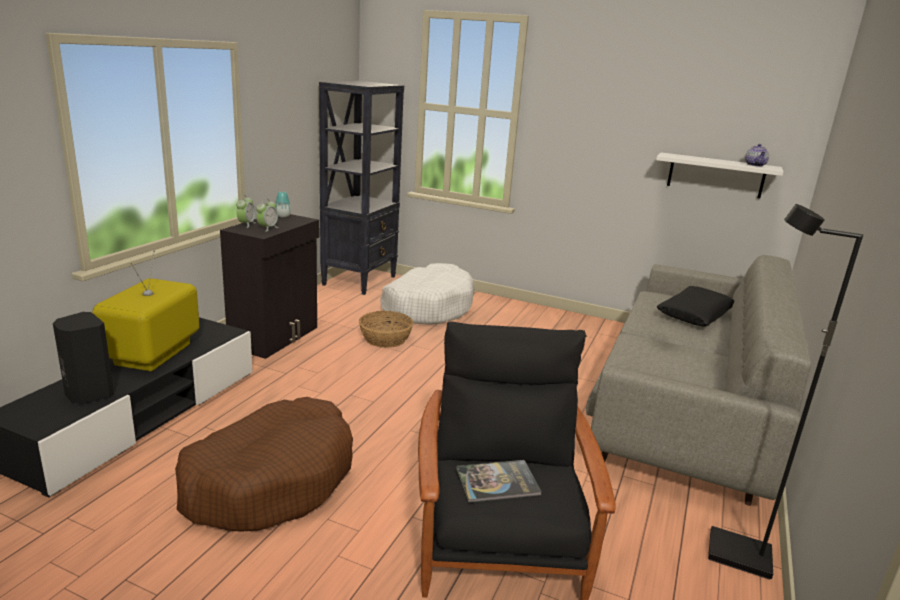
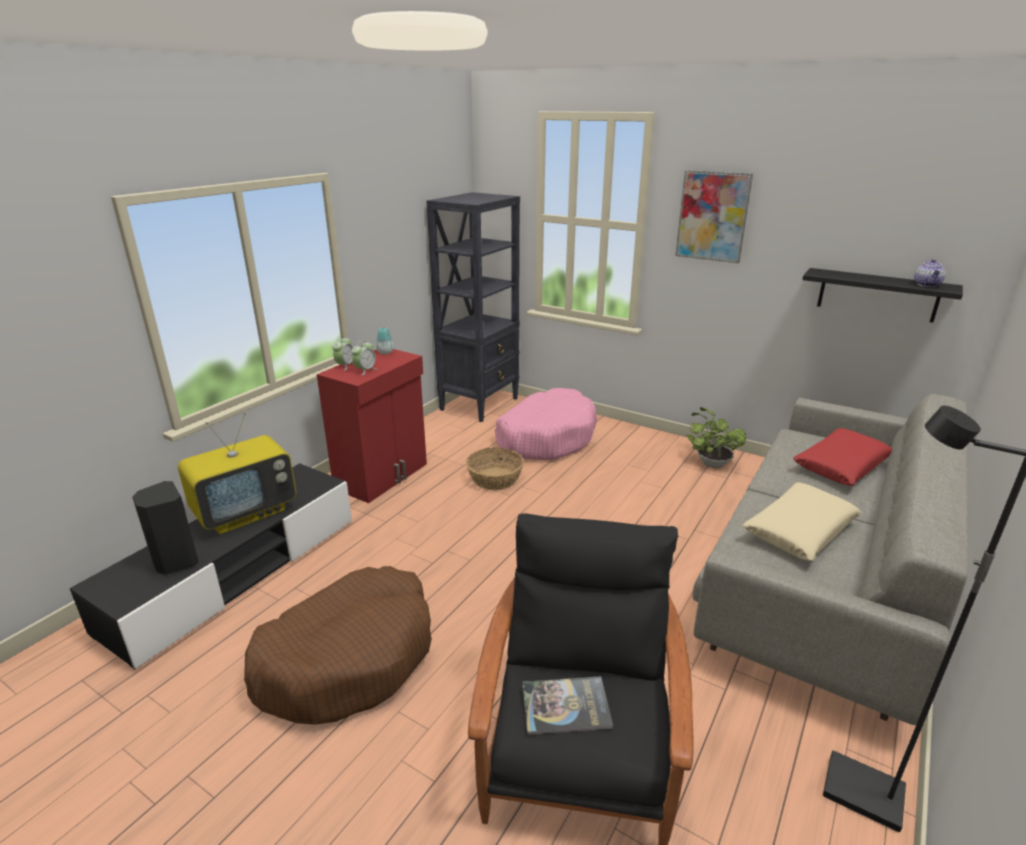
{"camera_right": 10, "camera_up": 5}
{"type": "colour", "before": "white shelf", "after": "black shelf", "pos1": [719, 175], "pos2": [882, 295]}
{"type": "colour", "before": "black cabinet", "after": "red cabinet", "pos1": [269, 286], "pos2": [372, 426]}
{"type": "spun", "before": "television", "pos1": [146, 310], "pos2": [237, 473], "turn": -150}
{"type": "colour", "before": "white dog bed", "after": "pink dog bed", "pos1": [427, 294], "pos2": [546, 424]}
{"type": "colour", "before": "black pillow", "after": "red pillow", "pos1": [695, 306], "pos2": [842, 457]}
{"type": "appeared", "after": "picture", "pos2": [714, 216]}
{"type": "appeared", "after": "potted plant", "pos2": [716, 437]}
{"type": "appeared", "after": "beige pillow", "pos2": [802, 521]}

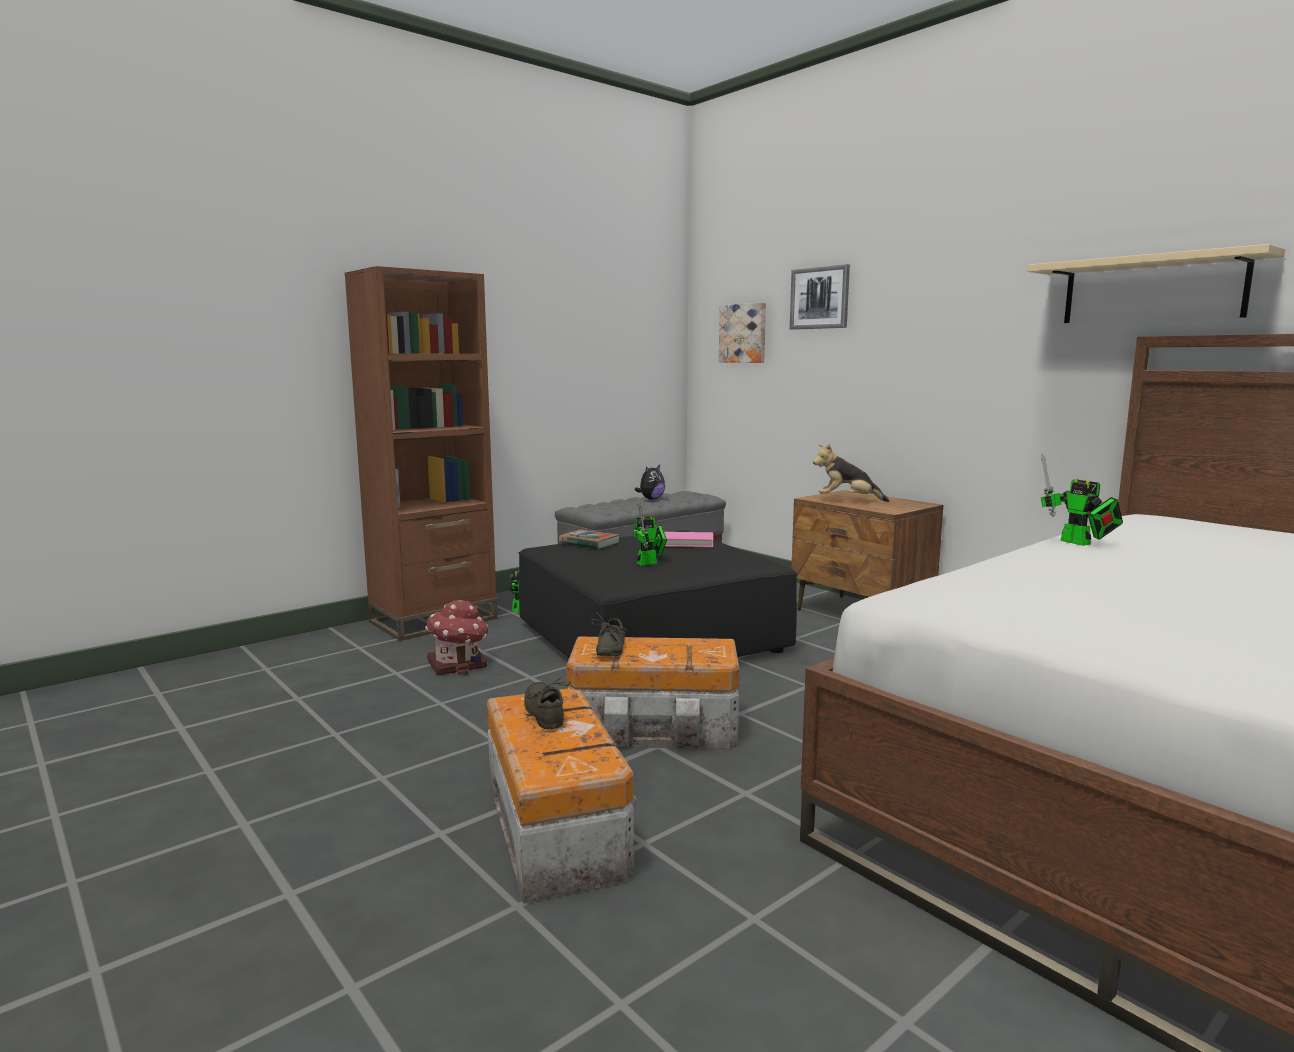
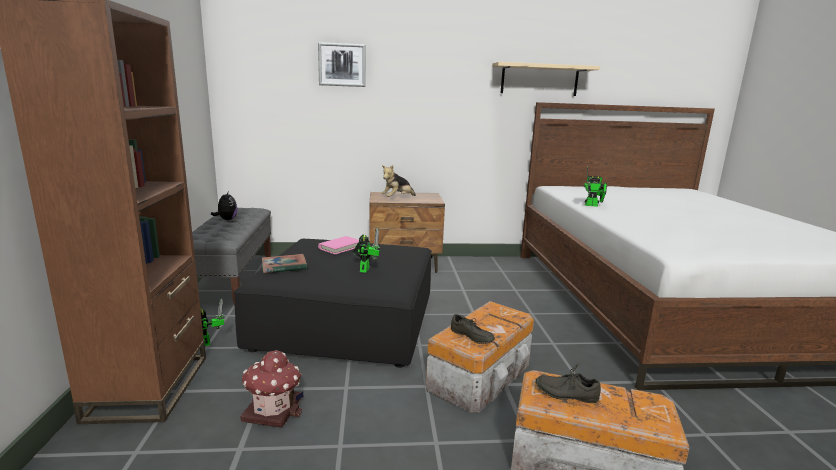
{"camera_right": -55, "camera_up": 5}
{"type": "missing", "before": "picture", "pos1": [742, 332]}

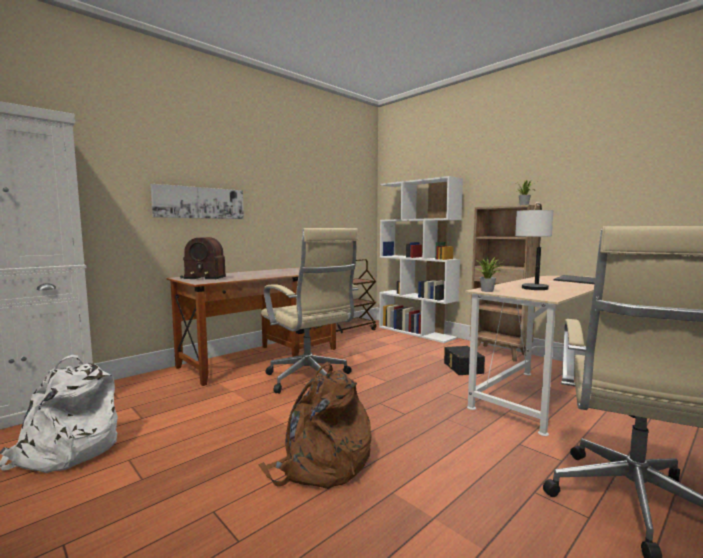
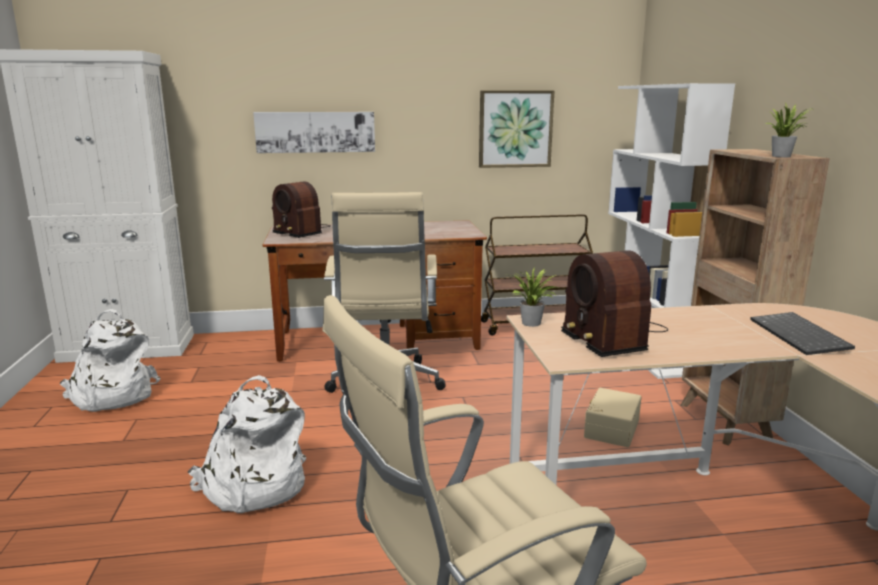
{"camera_right": 35, "camera_up": 10}
{"type": "exchanged", "before": "table lamp", "after": "radio", "pos1": [534, 246], "pos2": [614, 303]}
{"type": "colour", "before": "black storage box", "after": "beige storage box", "pos1": [464, 360], "pos2": [612, 417]}
{"type": "colour", "before": "brown backpack", "after": "white backpack", "pos1": [315, 425], "pos2": [247, 444]}
{"type": "appeared", "after": "picture", "pos2": [516, 129]}

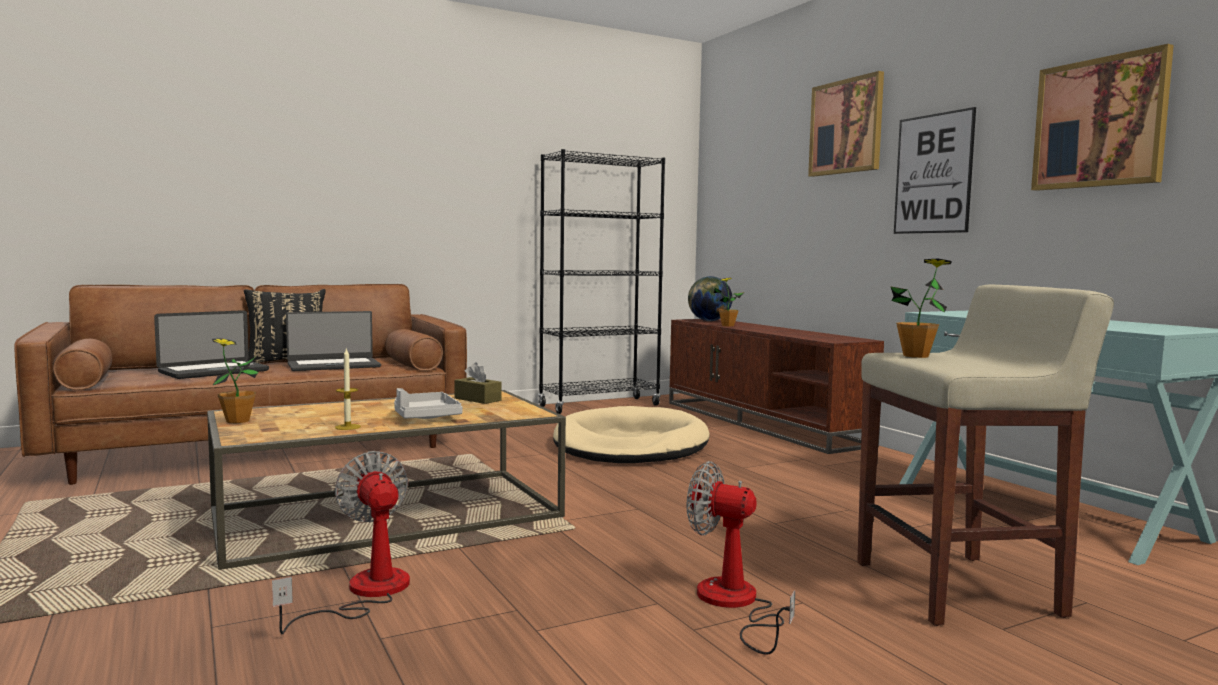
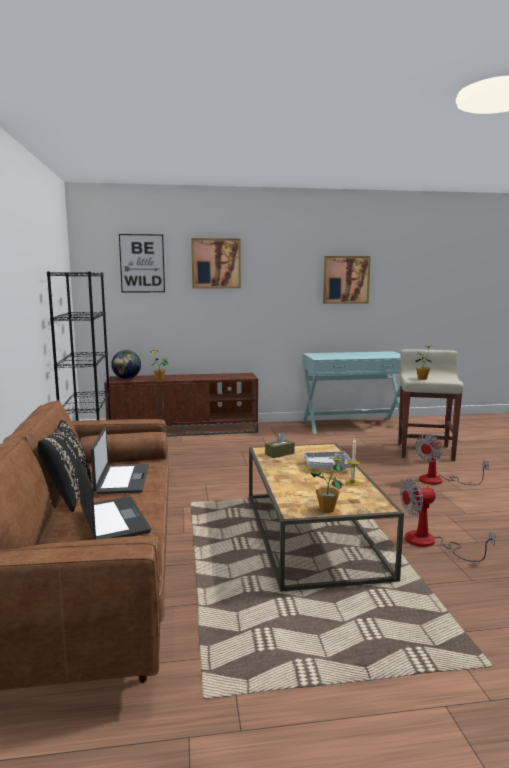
{"camera_right": -70, "camera_up": 5}
{"type": "relocated", "before": "picture", "pos1": [935, 170], "pos2": [142, 263]}
{"type": "missing", "before": "beige dog bed", "pos1": [631, 434]}

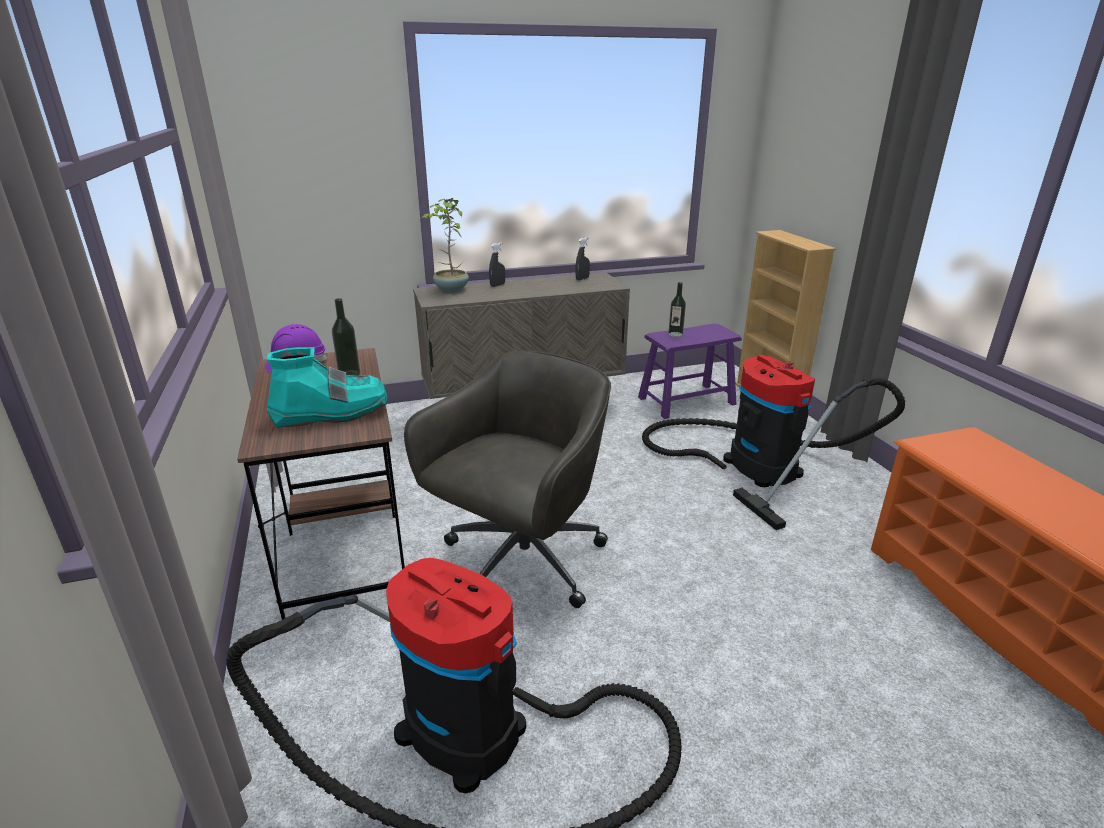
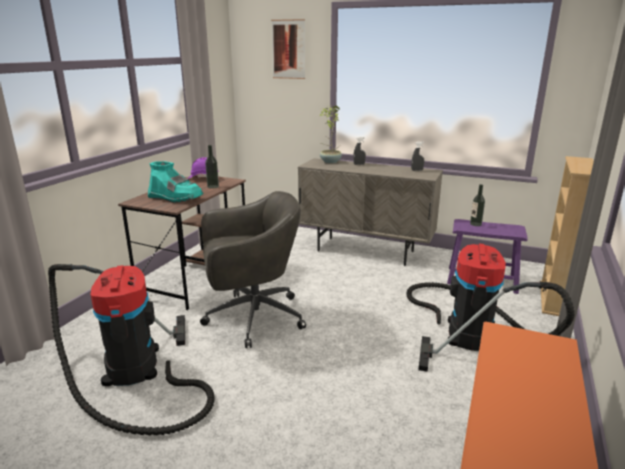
{"camera_right": 40, "camera_up": -5}
{"type": "appeared", "after": "picture", "pos2": [288, 49]}

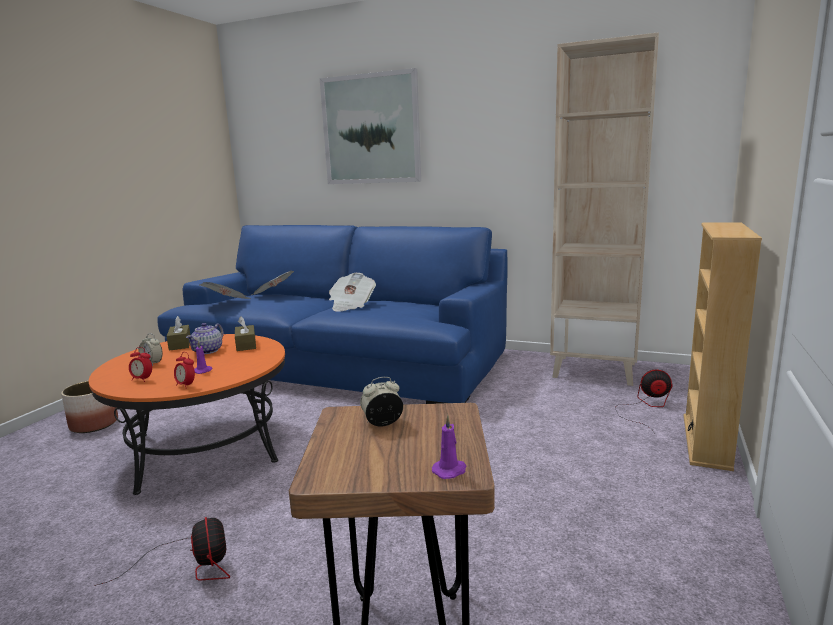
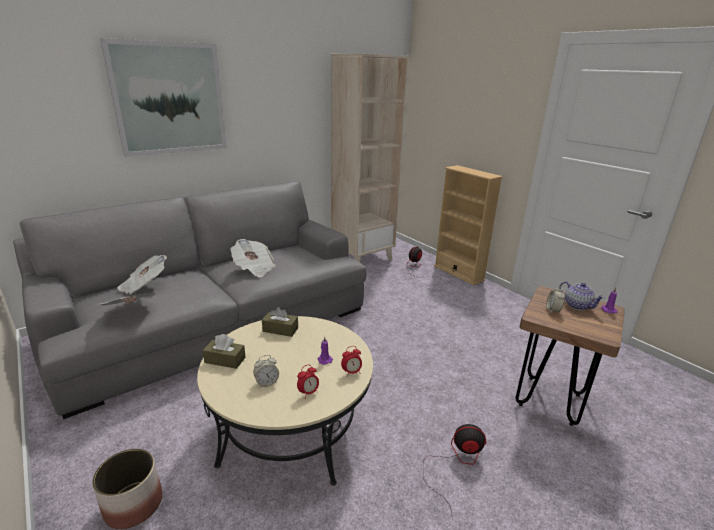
{"camera_right": -60, "camera_up": 10}
{"type": "colour", "before": "blue sofa", "after": "grey sofa", "pos1": [332, 314], "pos2": [190, 300]}
{"type": "relocated", "before": "teapot", "pos1": [205, 338], "pos2": [582, 295]}
{"type": "colour", "before": "orange coffee table", "after": "beige coffee table", "pos1": [186, 414], "pos2": [285, 400]}

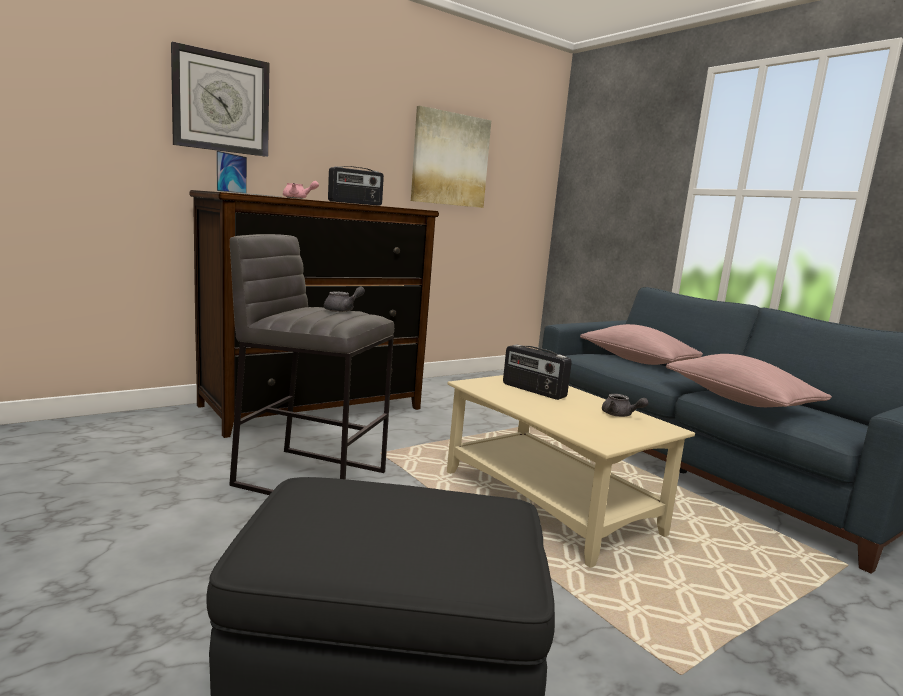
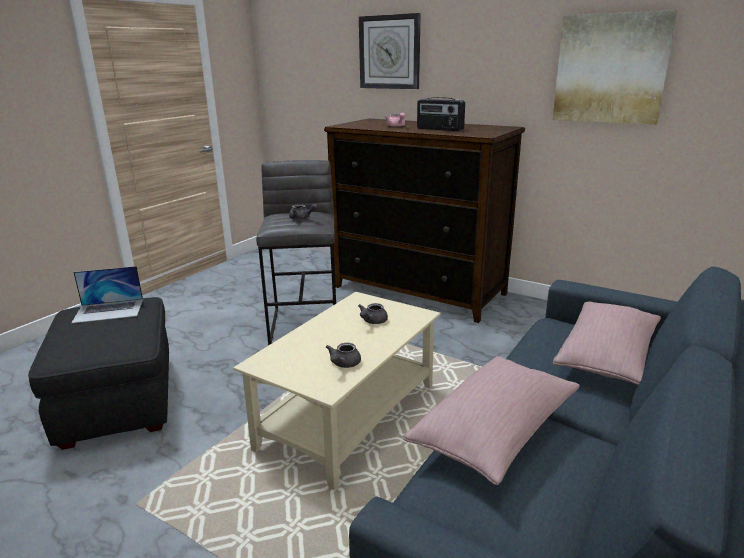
{"camera_right": 70, "camera_up": 10}
{"type": "relocated", "before": "laptop", "pos1": [249, 174], "pos2": [107, 295]}
{"type": "exchanged", "before": "radio", "after": "grey teapot", "pos1": [537, 372], "pos2": [373, 313]}

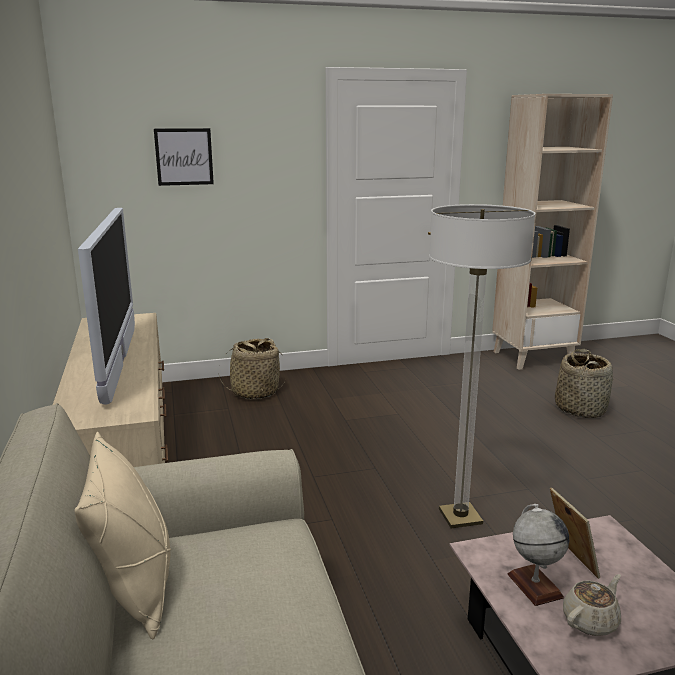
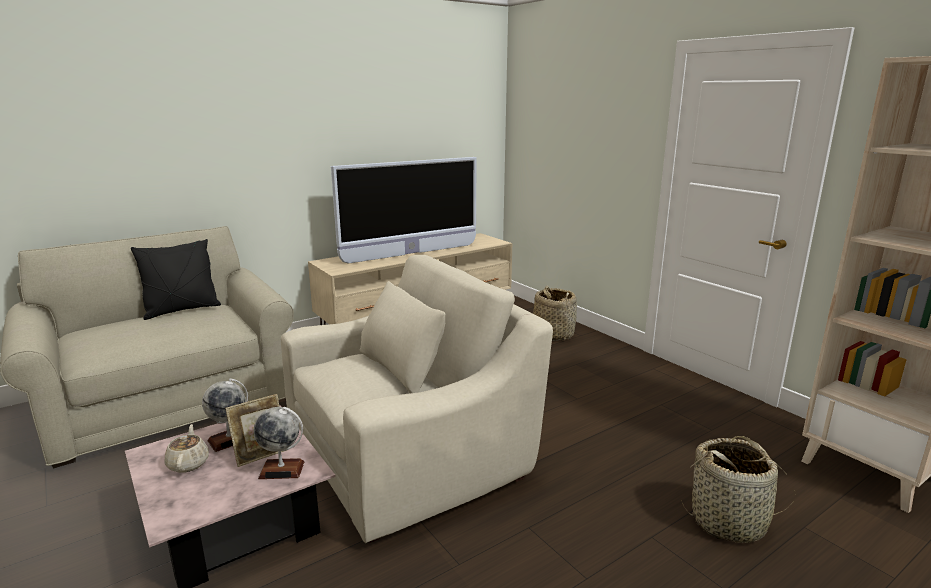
{"camera_right": 70, "camera_up": 0}
{"type": "missing", "before": "picture", "pos1": [184, 157]}
{"type": "exchanged", "before": "floor lamp", "after": "beige armchair", "pos1": [482, 366], "pos2": [417, 399]}
{"type": "colour", "before": "beige pillow", "after": "black pillow", "pos1": [123, 535], "pos2": [176, 279]}
{"type": "spun", "before": "beige teapot", "pos1": [592, 605], "pos2": [187, 448], "turn": -135}
{"type": "appeared", "after": "globe", "pos2": [279, 443]}

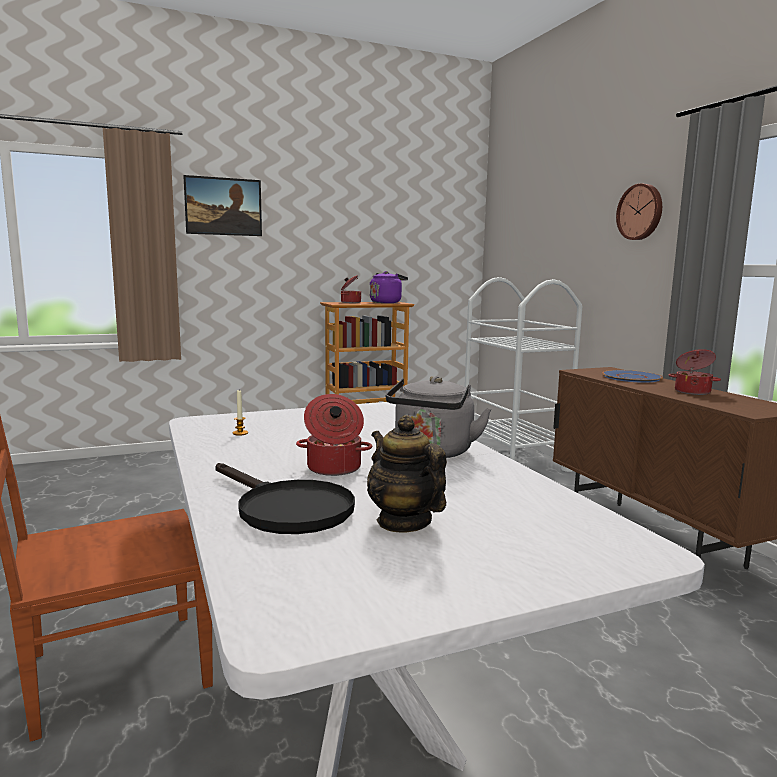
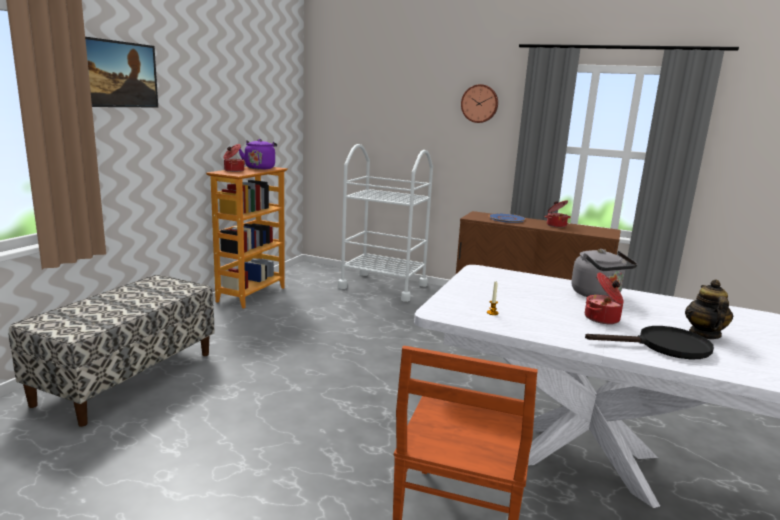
{"camera_right": -45, "camera_up": 5}
{"type": "spun", "before": "teapot", "pos1": [407, 474], "pos2": [709, 309], "turn": 90}
{"type": "appeared", "after": "bench", "pos2": [111, 351]}

